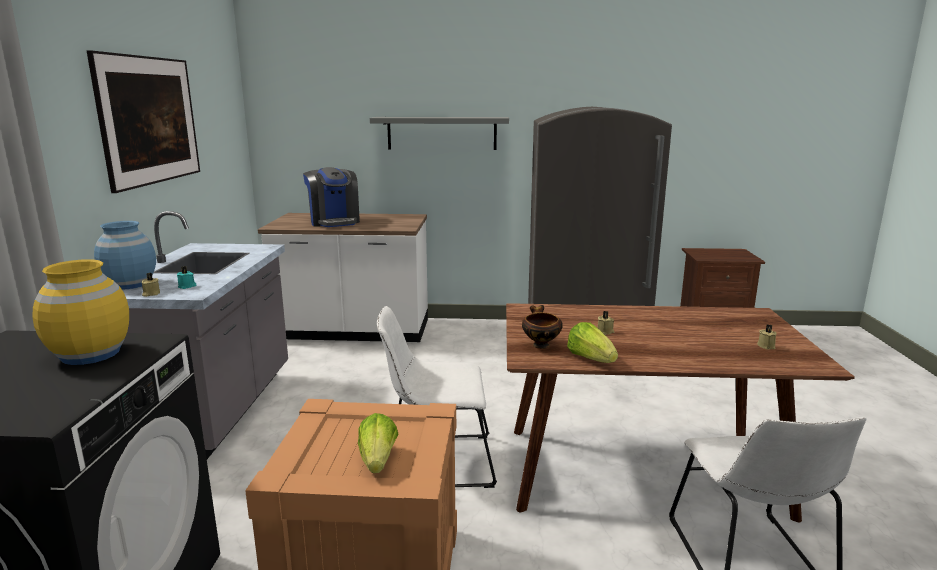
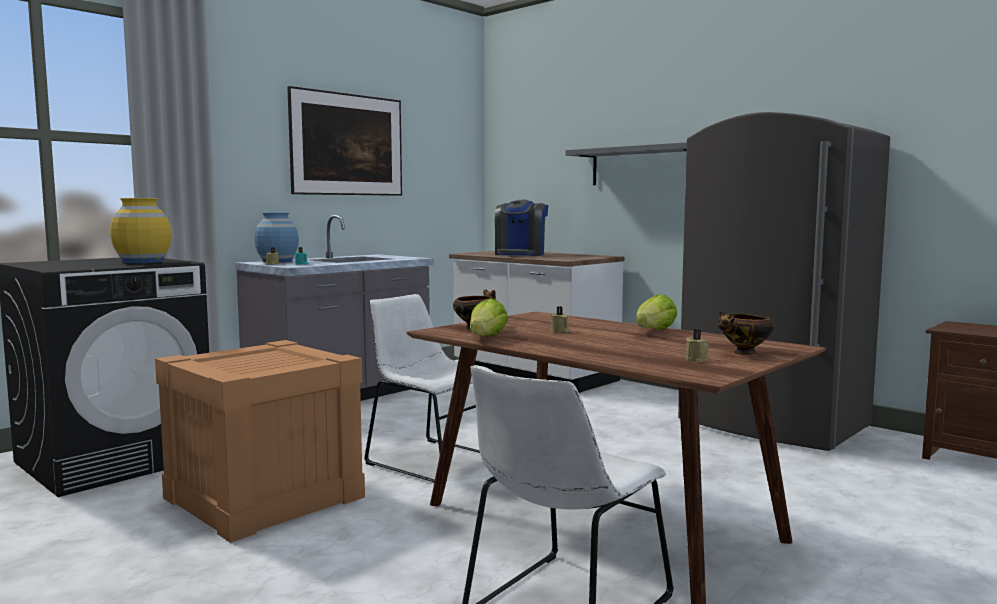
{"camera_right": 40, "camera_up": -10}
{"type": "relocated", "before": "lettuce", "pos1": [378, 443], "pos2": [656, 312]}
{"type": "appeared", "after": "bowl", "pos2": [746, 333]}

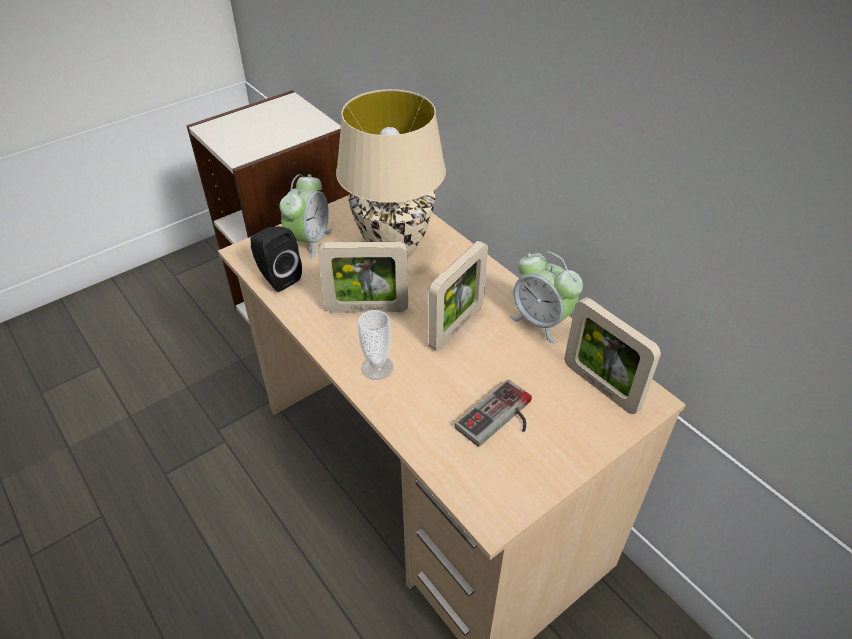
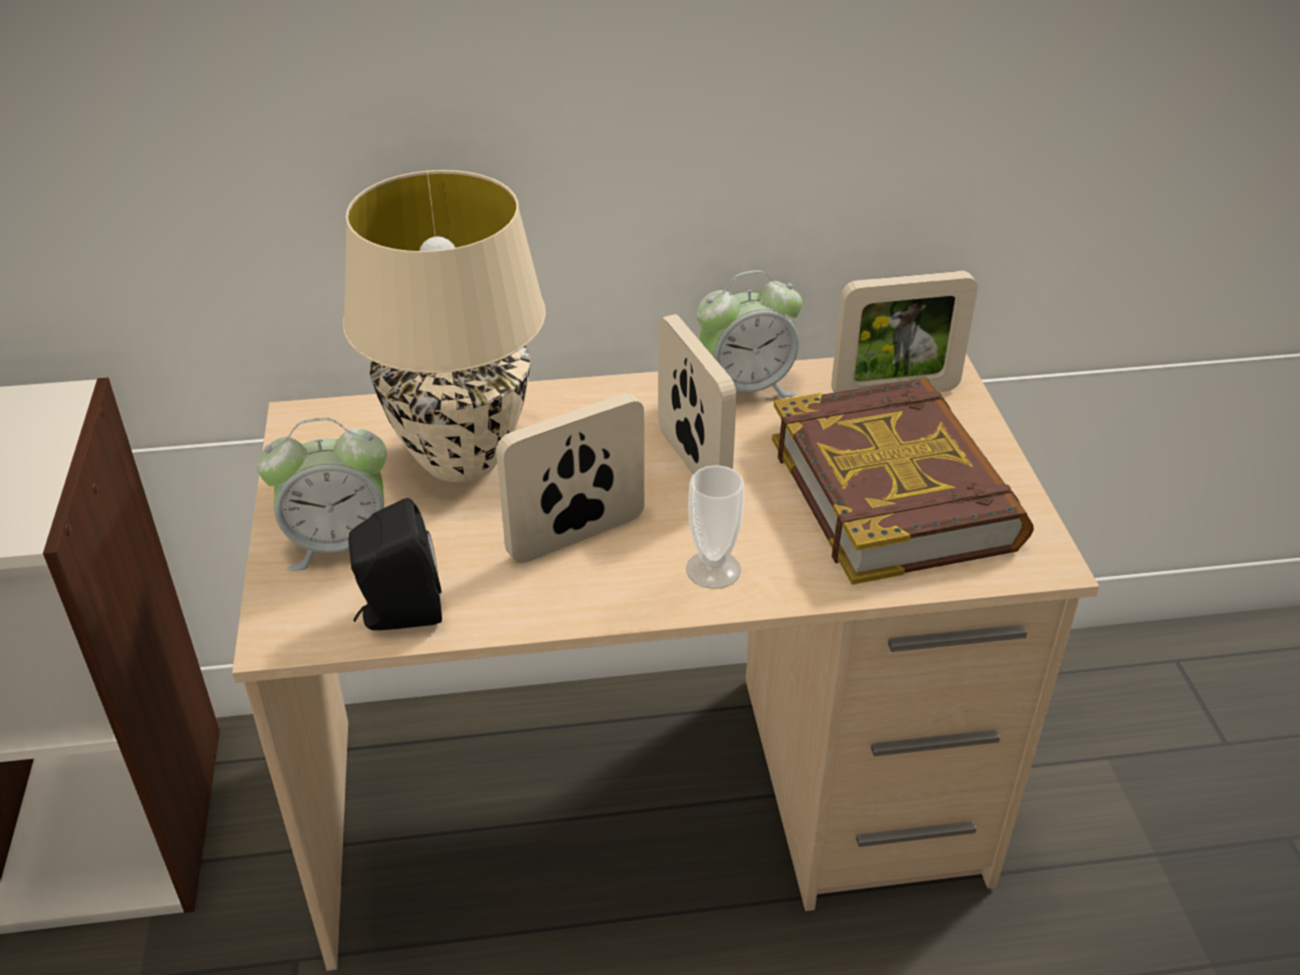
{"camera_right": -60, "camera_up": -5}
{"type": "spun", "before": "alarm clock", "pos1": [305, 216], "pos2": [322, 494], "turn": 120}
{"type": "spun", "before": "picture frame", "pos1": [363, 277], "pos2": [570, 478], "turn": -150}
{"type": "exchanged", "before": "game controller", "after": "book", "pos1": [493, 413], "pos2": [903, 481]}

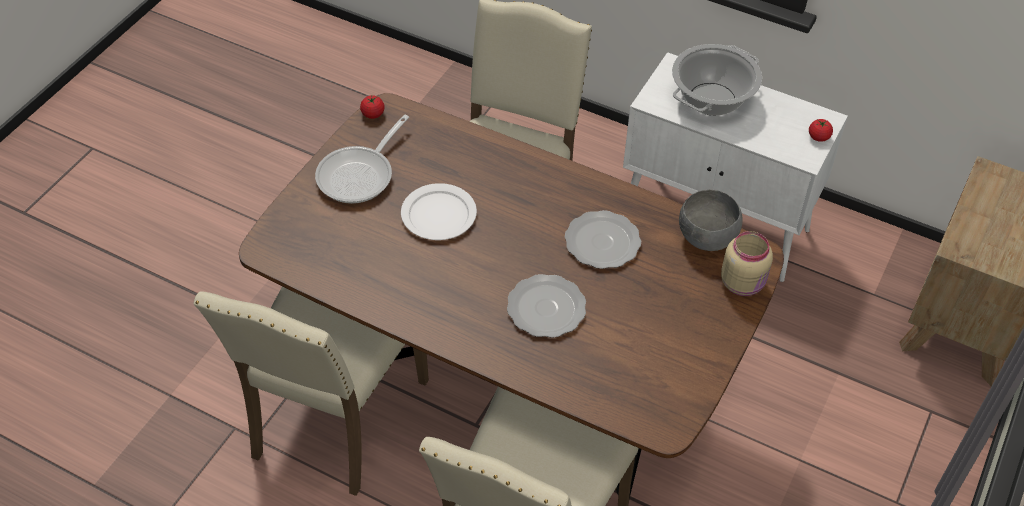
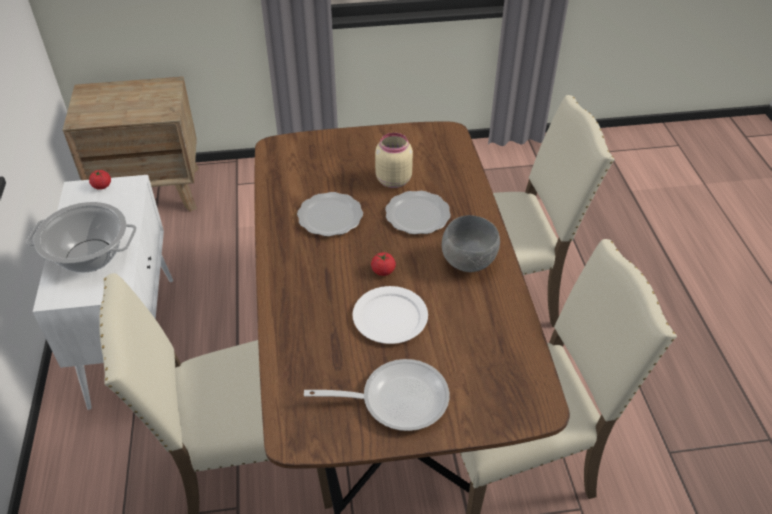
{"camera_right": -125, "camera_up": -5}
{"type": "relocated", "before": "tomato", "pos1": [372, 107], "pos2": [383, 264]}
{"type": "relocated", "before": "grey bowl", "pos1": [710, 220], "pos2": [471, 243]}
{"type": "relocated", "before": "beige jar", "pos1": [747, 263], "pos2": [394, 160]}

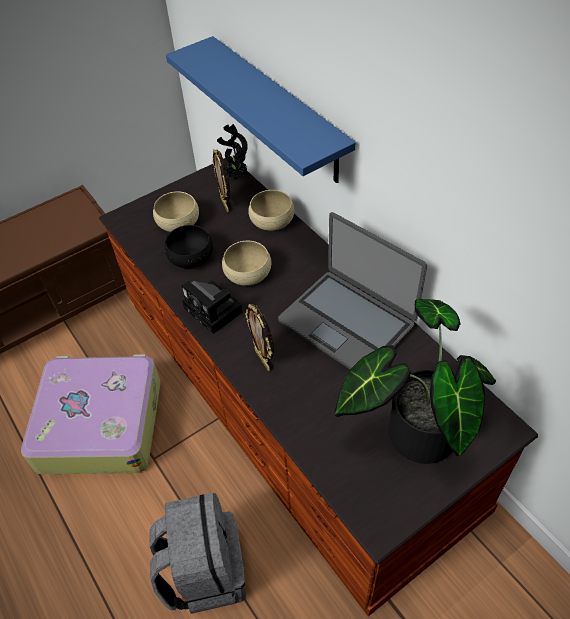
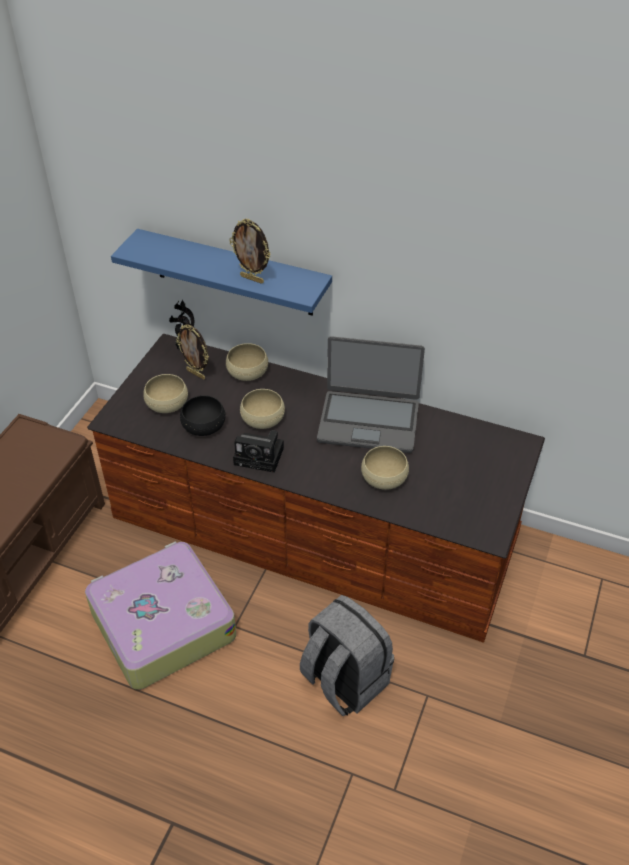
{"camera_right": -35, "camera_up": -5}
{"type": "missing", "before": "potted plant", "pos1": [415, 381]}
{"type": "relocated", "before": "picture frame", "pos1": [259, 337], "pos2": [250, 251]}
{"type": "appeared", "after": "beige bowl", "pos2": [385, 468]}

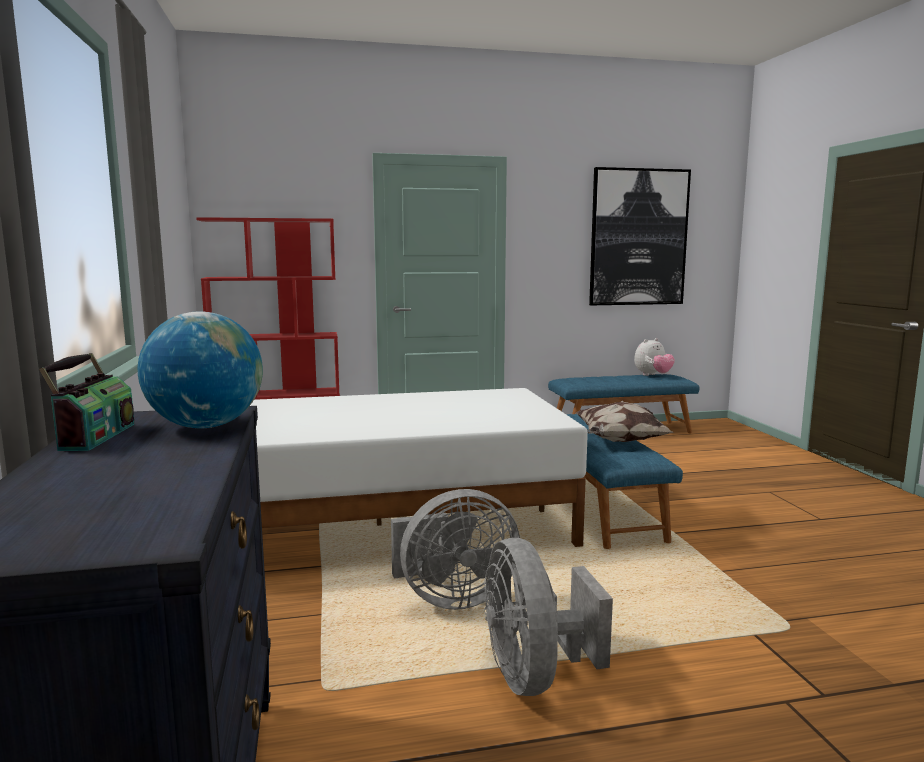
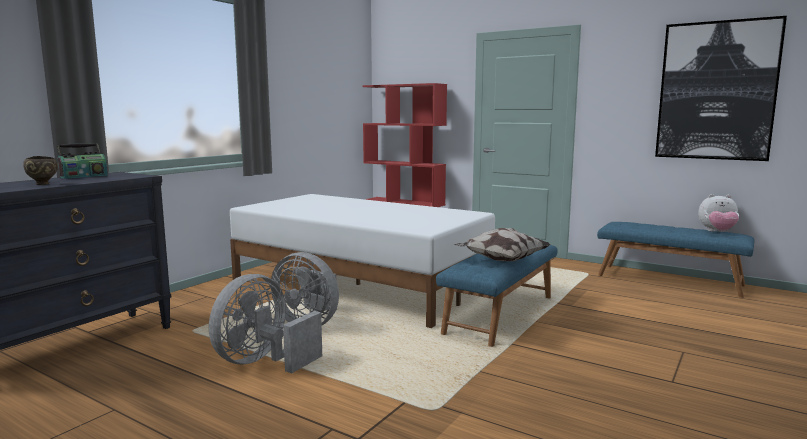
{"camera_right": 45, "camera_up": 0}
{"type": "missing", "before": "globe", "pos1": [200, 369]}
{"type": "appeared", "after": "brown bowl", "pos2": [40, 170]}

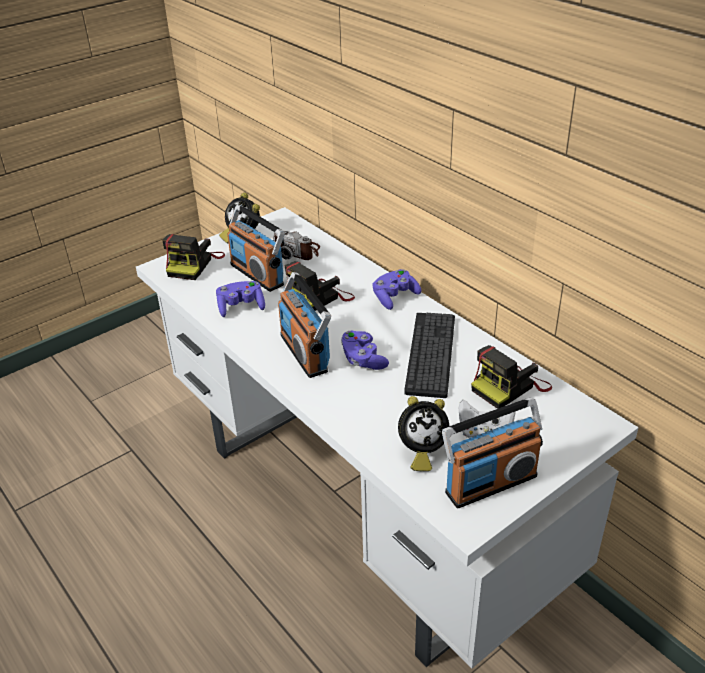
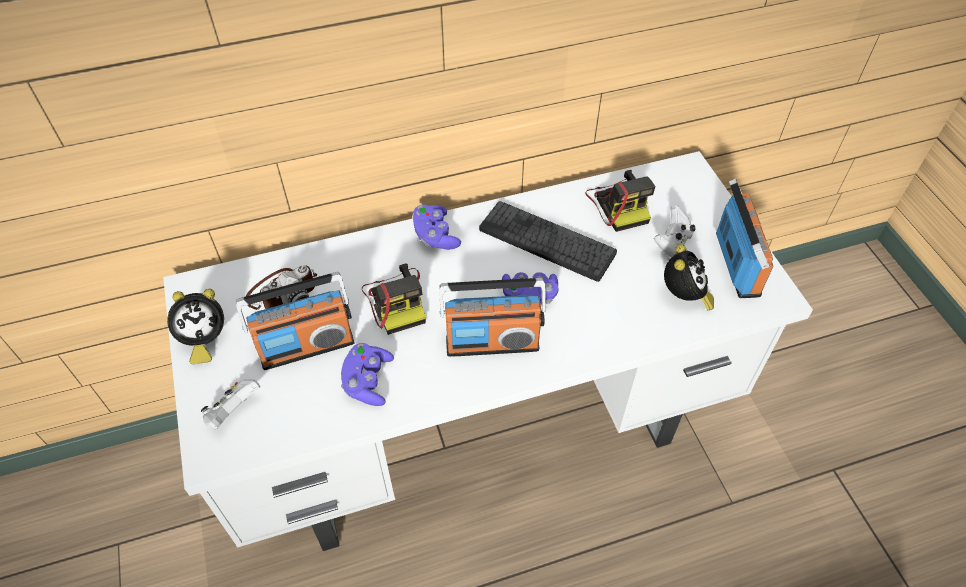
{"camera_right": -70, "camera_up": 15}
{"type": "exchanged", "before": "photo camera", "after": "white game controller", "pos1": [193, 257], "pos2": [230, 404]}

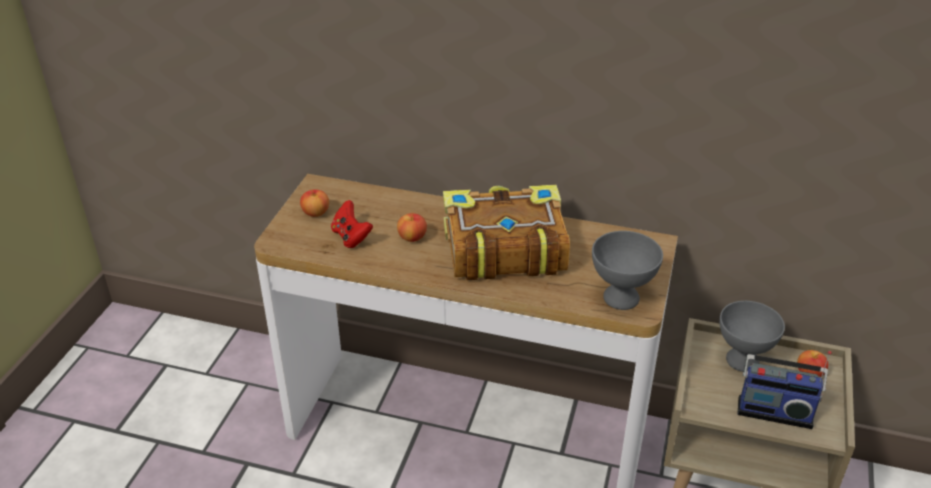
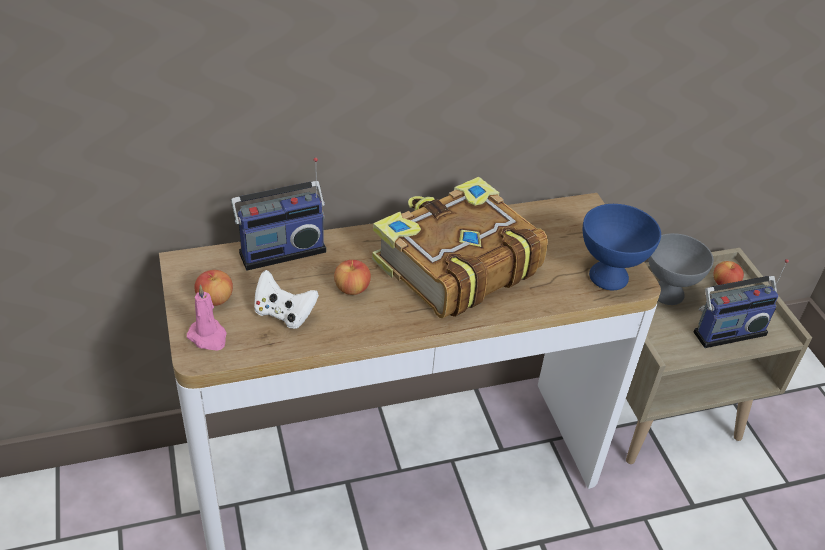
{"camera_right": -35, "camera_up": 5}
{"type": "colour", "before": "red game controller", "after": "white game controller", "pos1": [352, 224], "pos2": [286, 299]}
{"type": "colour", "before": "grey bowl", "after": "blue bowl", "pos1": [627, 270], "pos2": [622, 247]}
{"type": "appeared", "after": "radio", "pos2": [278, 214]}
{"type": "appeared", "after": "pink candle", "pos2": [207, 318]}

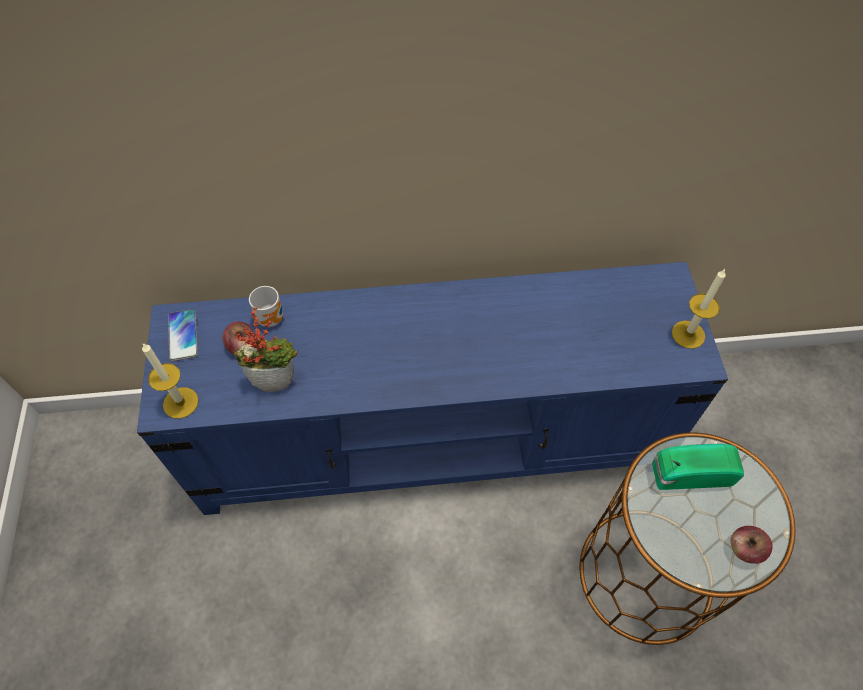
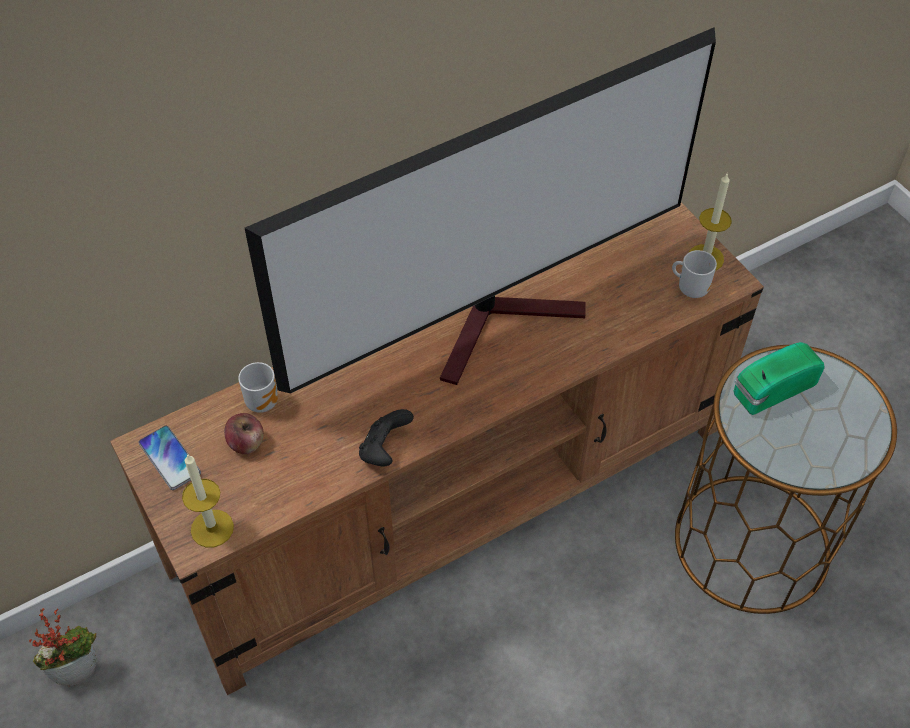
{"camera_right": -25, "camera_up": -5}
{"type": "colour", "before": "blue tv stand", "after": "brown tv stand", "pos1": [432, 388], "pos2": [437, 449]}
{"type": "relocated", "before": "potted plant", "pos1": [266, 349], "pos2": [62, 647]}
{"type": "missing", "before": "apple", "pos1": [752, 545]}
{"type": "appeared", "after": "television", "pos2": [480, 210]}
{"type": "appeared", "after": "mug", "pos2": [694, 274]}
{"type": "appeared", "after": "black game controller", "pos2": [386, 437]}

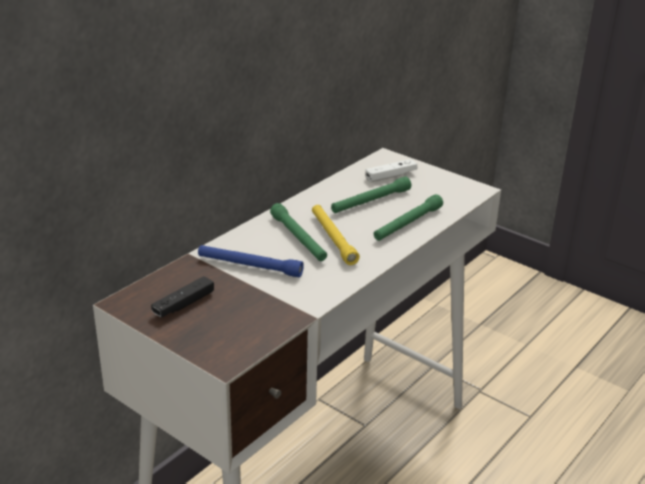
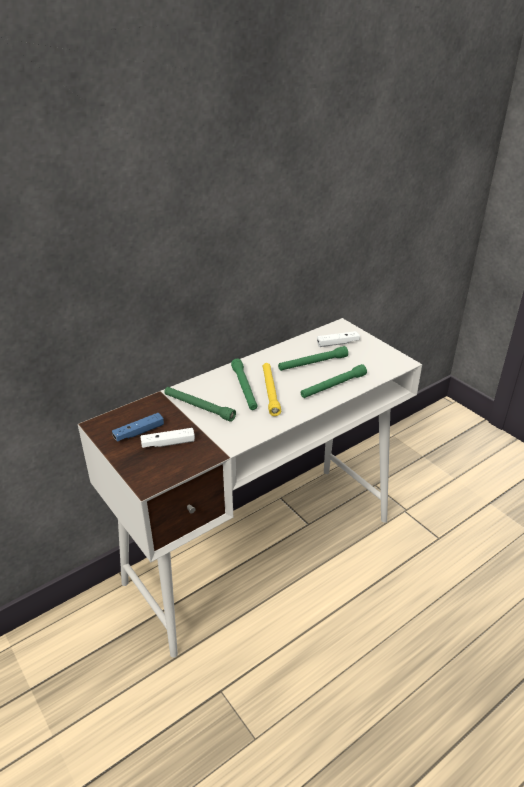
{"camera_right": 15, "camera_up": 5}
{"type": "colour", "before": "blue flashlight", "after": "green flashlight", "pos1": [251, 261], "pos2": [200, 404]}
{"type": "colour", "before": "black game controller", "after": "blue game controller", "pos1": [182, 296], "pos2": [138, 427]}
{"type": "appeared", "after": "white game controller", "pos2": [168, 438]}

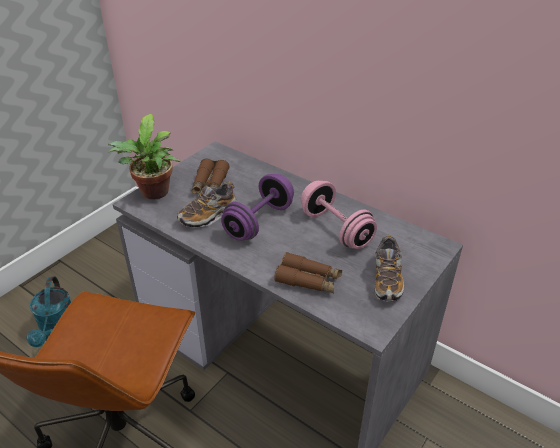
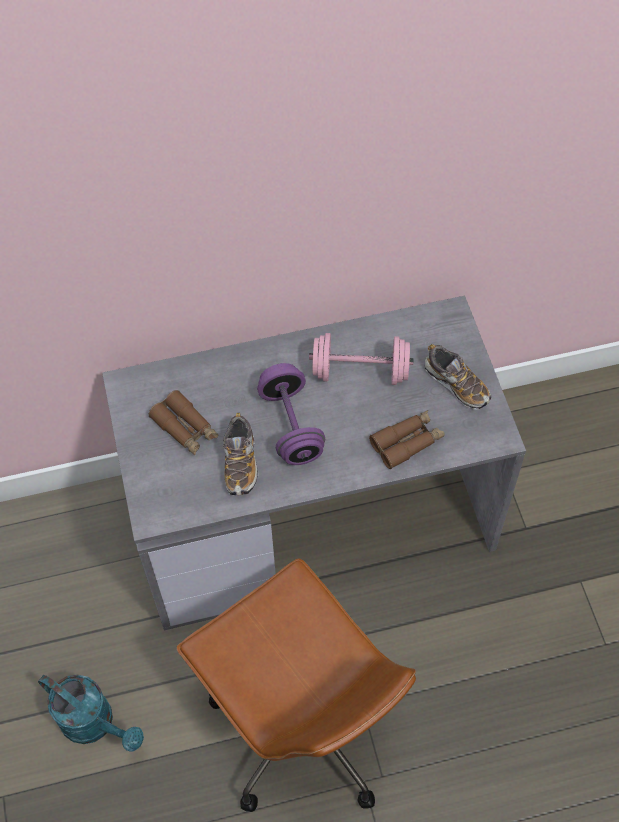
{"camera_right": -50, "camera_up": 20}
{"type": "missing", "before": "potted plant", "pos1": [144, 157]}

